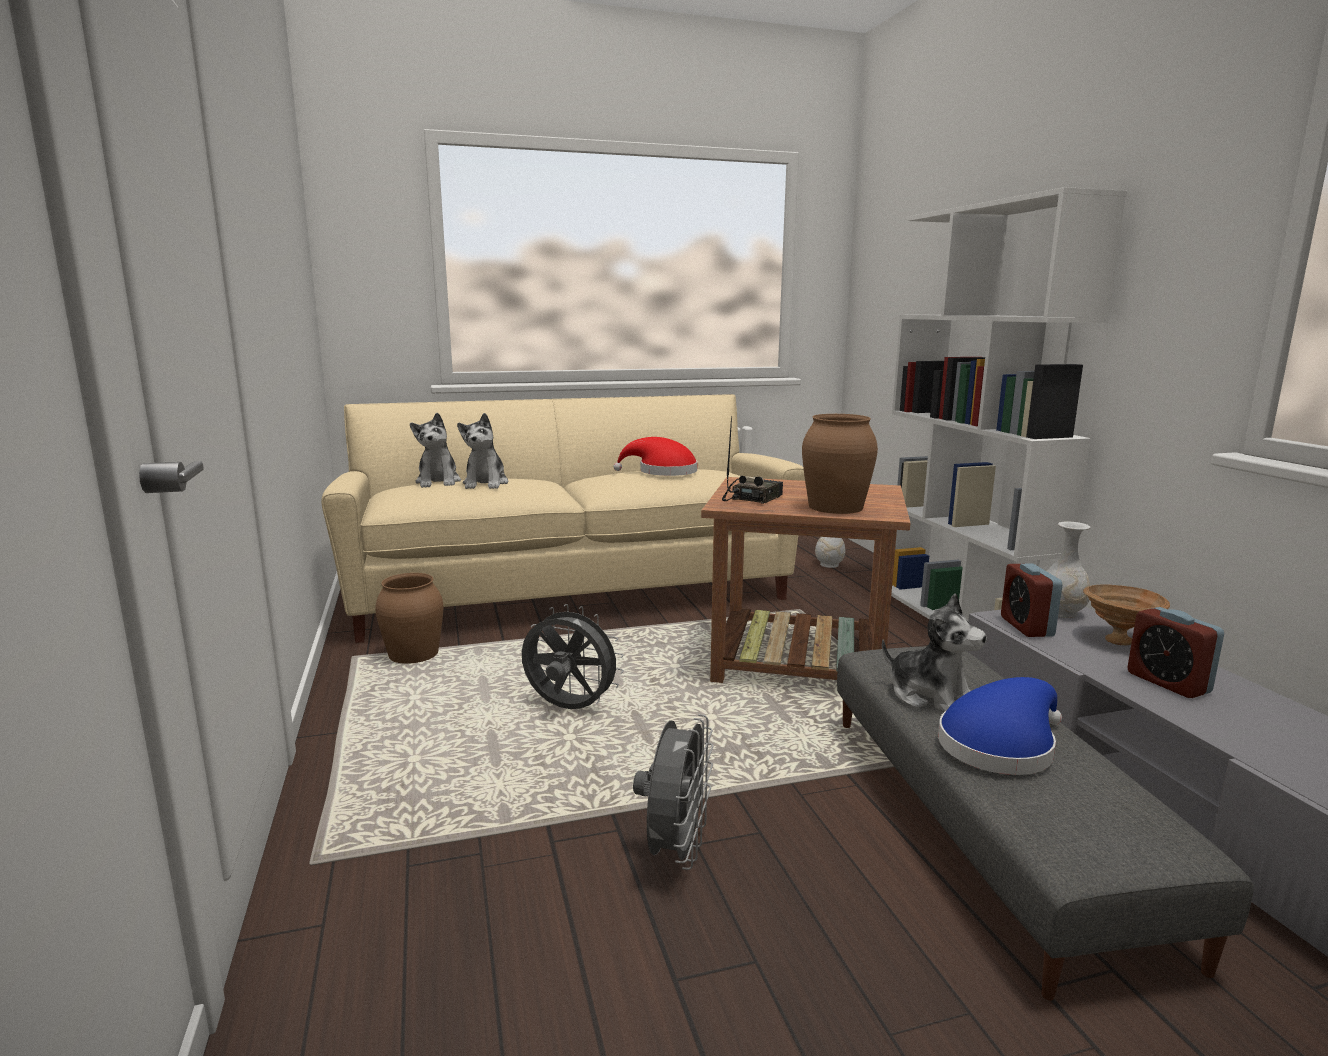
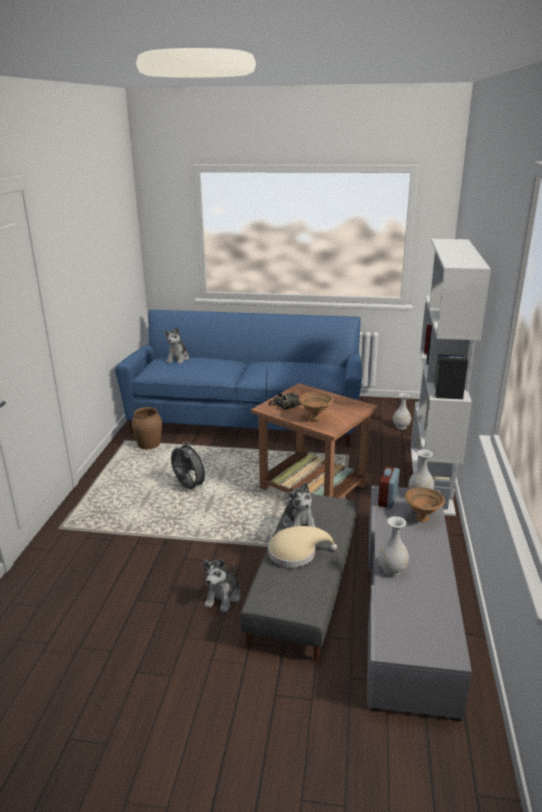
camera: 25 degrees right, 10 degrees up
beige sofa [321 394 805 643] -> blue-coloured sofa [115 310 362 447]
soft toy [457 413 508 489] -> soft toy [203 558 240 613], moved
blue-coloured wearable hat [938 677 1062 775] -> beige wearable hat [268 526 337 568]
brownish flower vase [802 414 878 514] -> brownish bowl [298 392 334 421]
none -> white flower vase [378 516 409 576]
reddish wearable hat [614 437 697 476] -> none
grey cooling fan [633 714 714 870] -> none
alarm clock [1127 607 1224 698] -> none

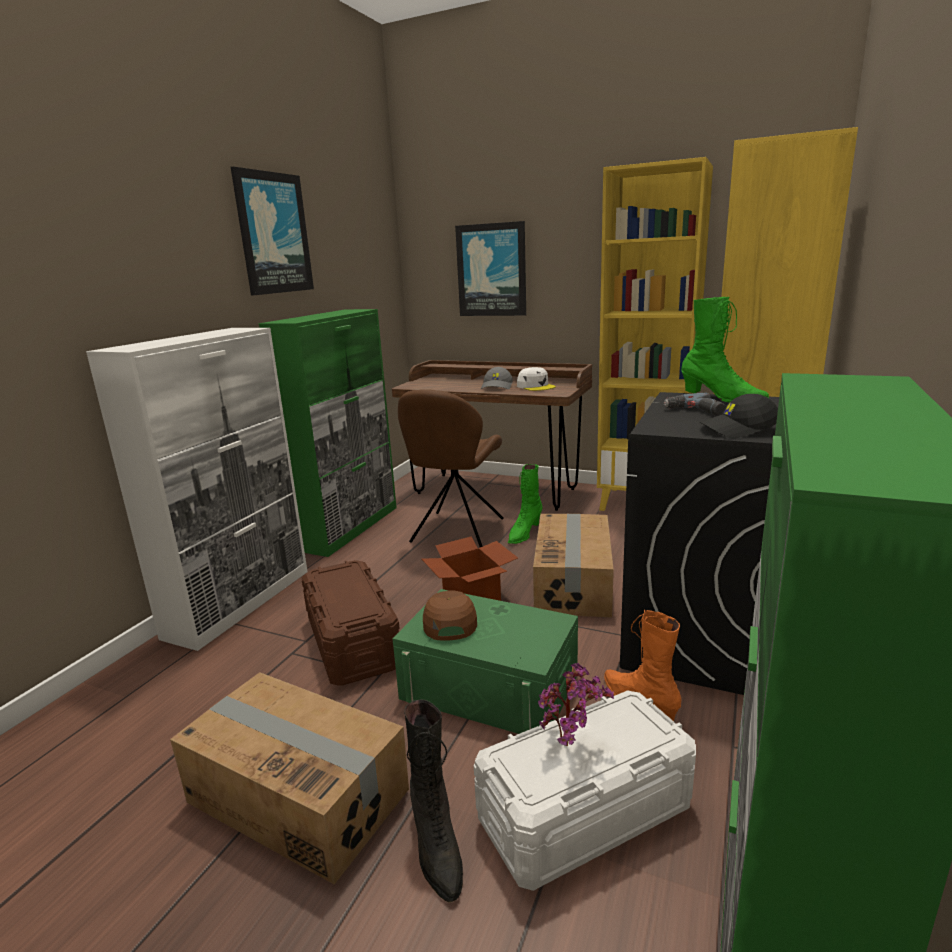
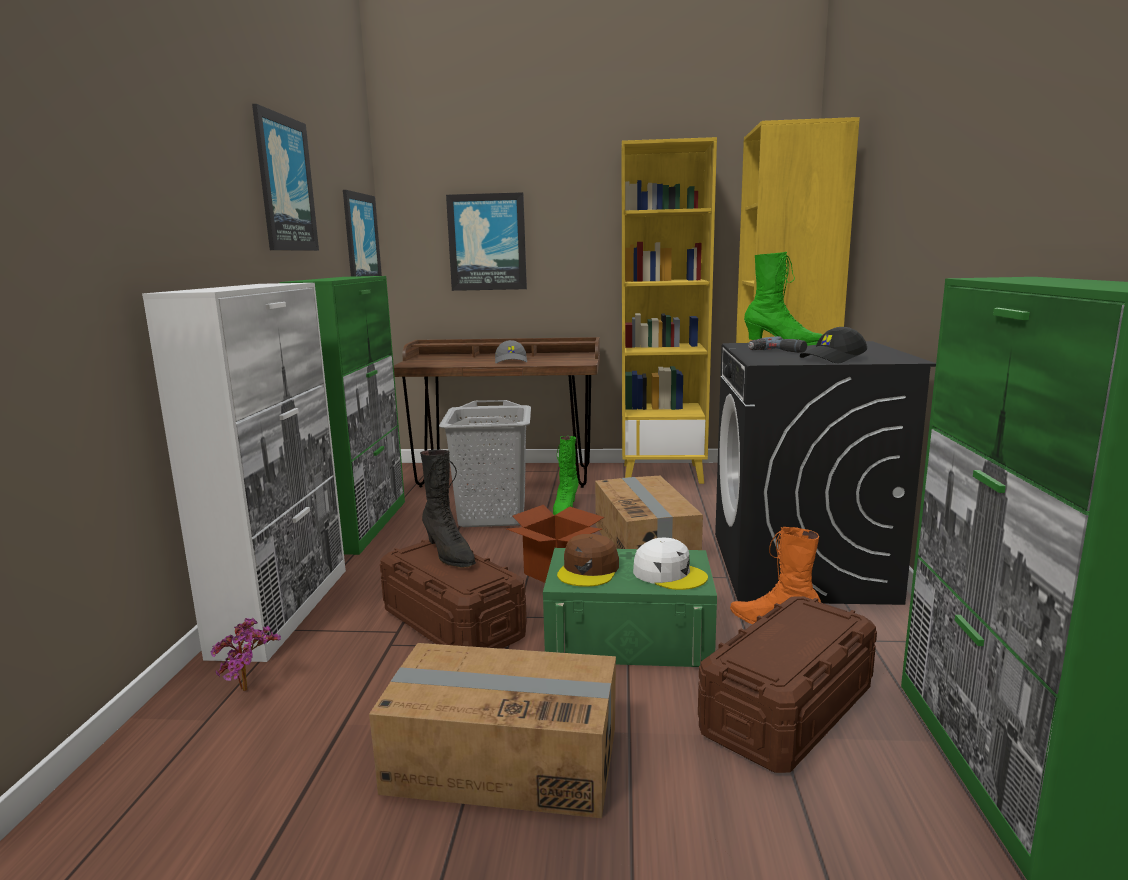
camera: 20 degrees left, 5 degrees down
houseplant [538 663 614 746] -> houseplant [211 618 281 691], moved
none -> wall picture [343 190 382 277]
black-coloured boot [404 700 463 903] -> black-coloured boot [420 450 476 568], moved
brownish chair [398 389 504 547] -> grey hamper [439 400 531 527]
brownish peaked cap [423 591 477 641] -> brownish peaked cap [557 534 619 587], 135 degrees counterclockwise
white peaked cap [517 367 556 391] -> white peaked cap [633 538 708 590], moved
white storage box [474 691 696 891] -> brownish storage box [698 596 877 773]

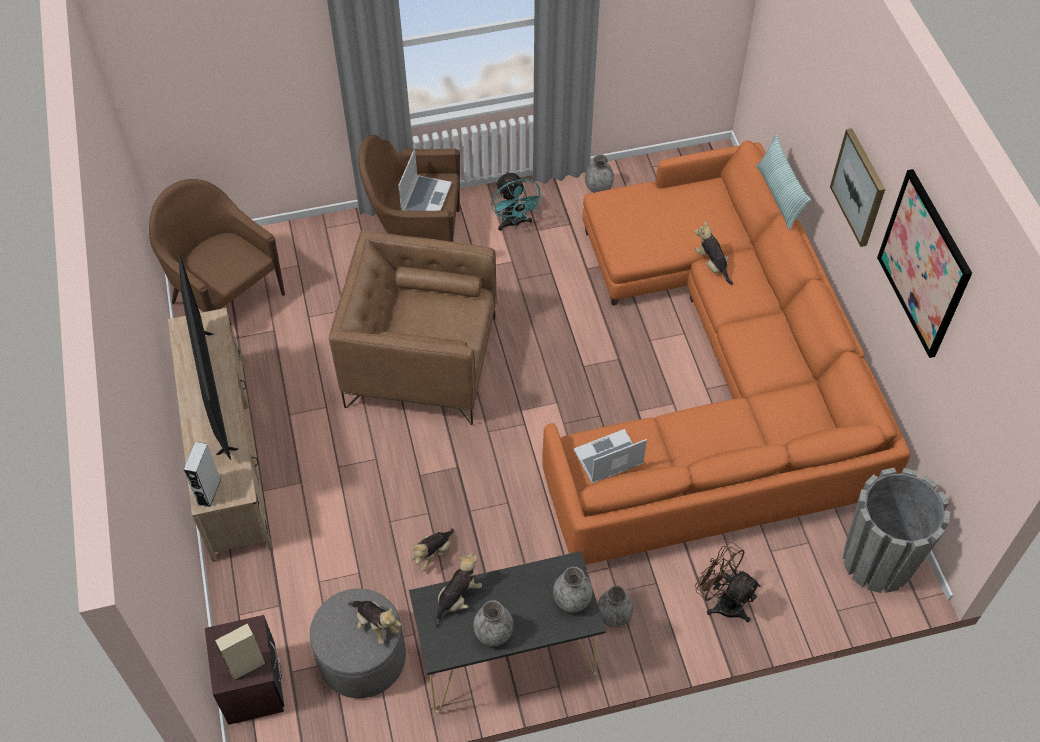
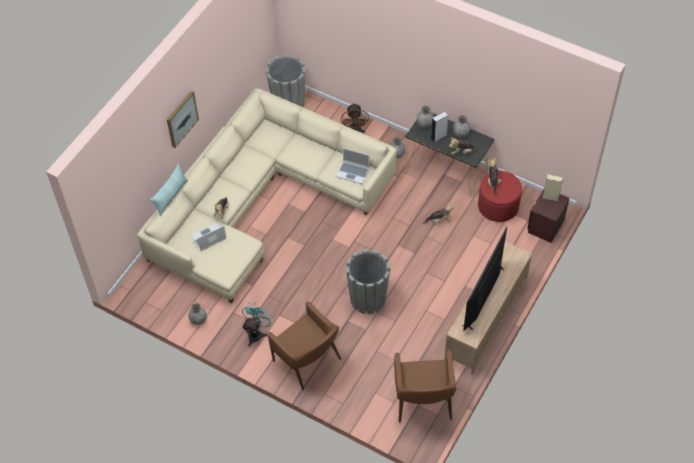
camera: 135 degrees left, 0 degrees up
orange sofa [542 140 910 565] -> beige sofa [137 88 397 303]
portable computer [398 149 452 211] -> portable computer [191 223 227 251], moved
brownish lounge chair [329 231 497 425] -> grey plant pot [346 249 390 314]
grey audio speaker [183 442 221 507] -> grey audio speaker [431 112 448 143], moved
grey footrest [310 588 406 698] -> reddish footrest [478 171 522 222]
wall picture [877 169 972 358] -> none

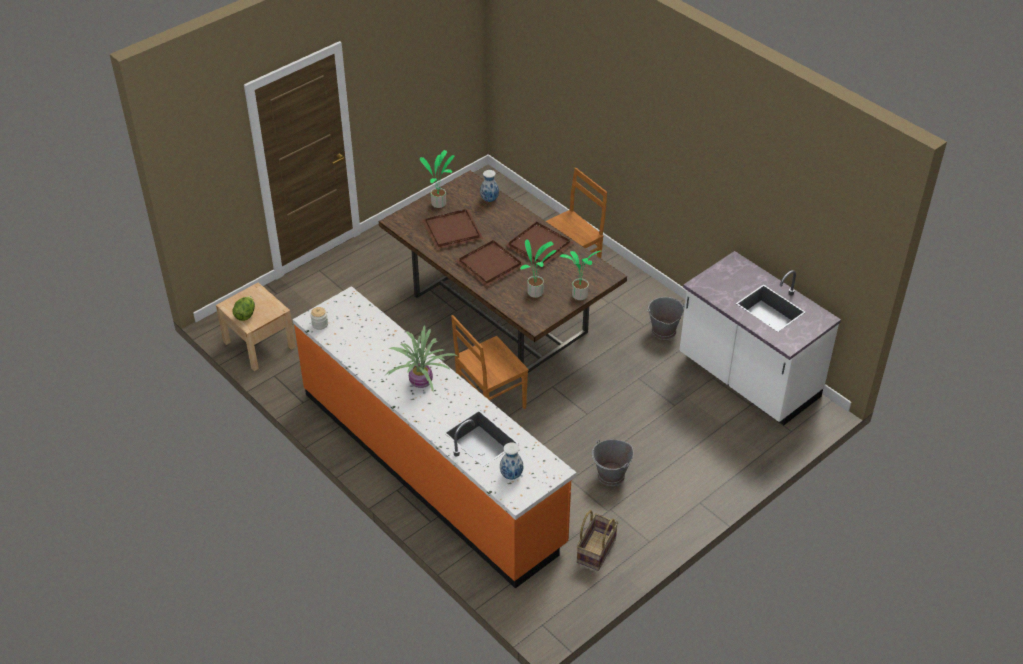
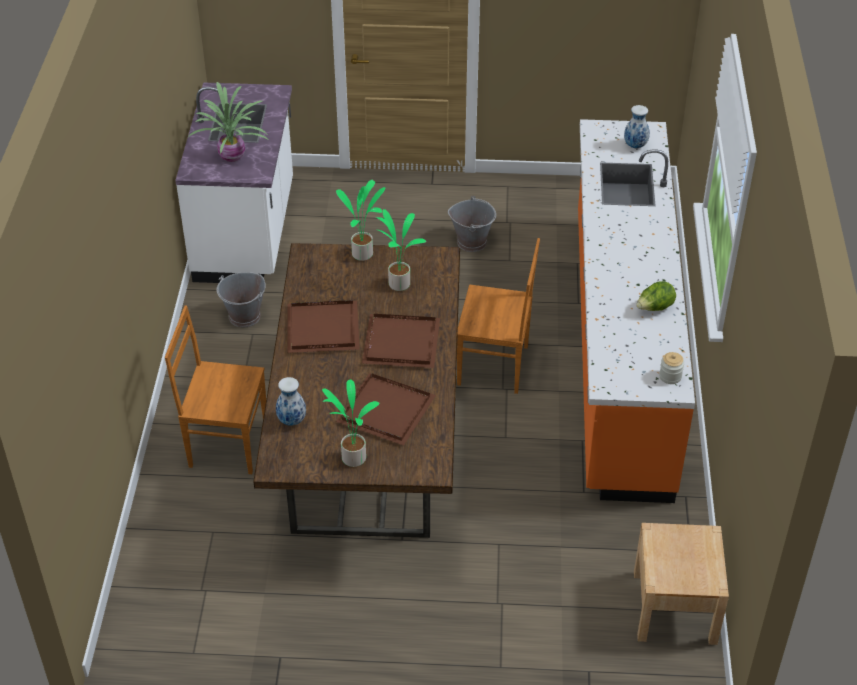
camera: 135 degrees left, 0 degrees up
houseplant [385 325 457 393] -> houseplant [188 82 267 162], moved
lettuce [232 296 255 321] -> lettuce [636 281 676 311], moved
household basket [577 510 618 571] -> none

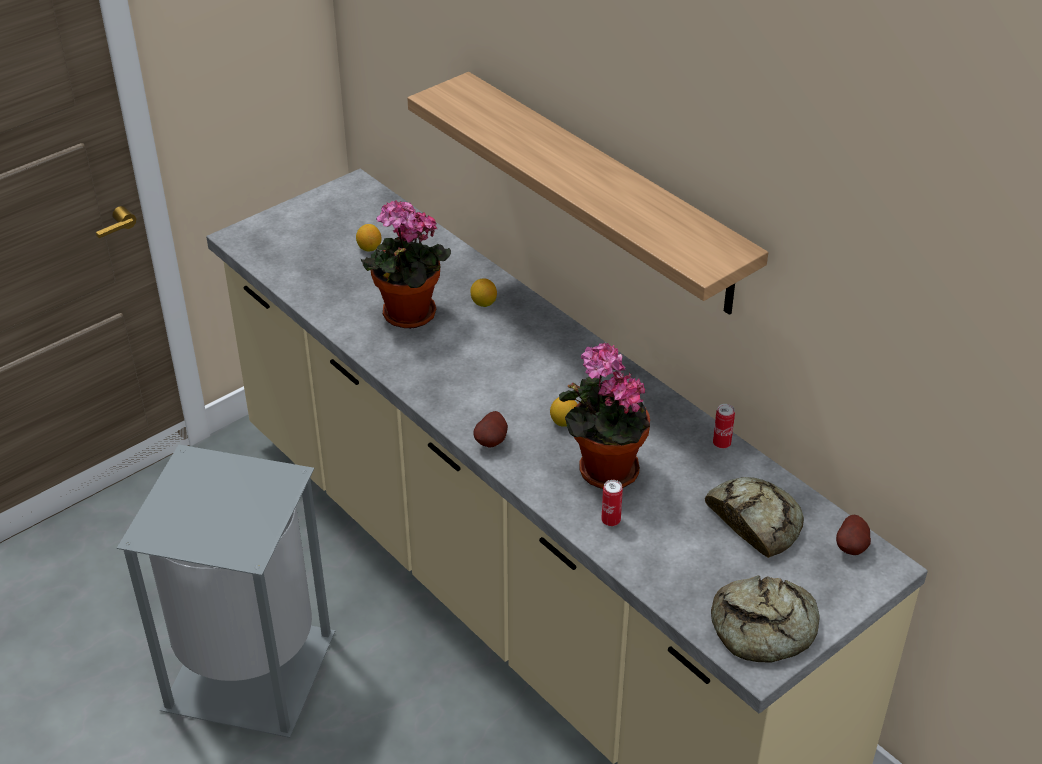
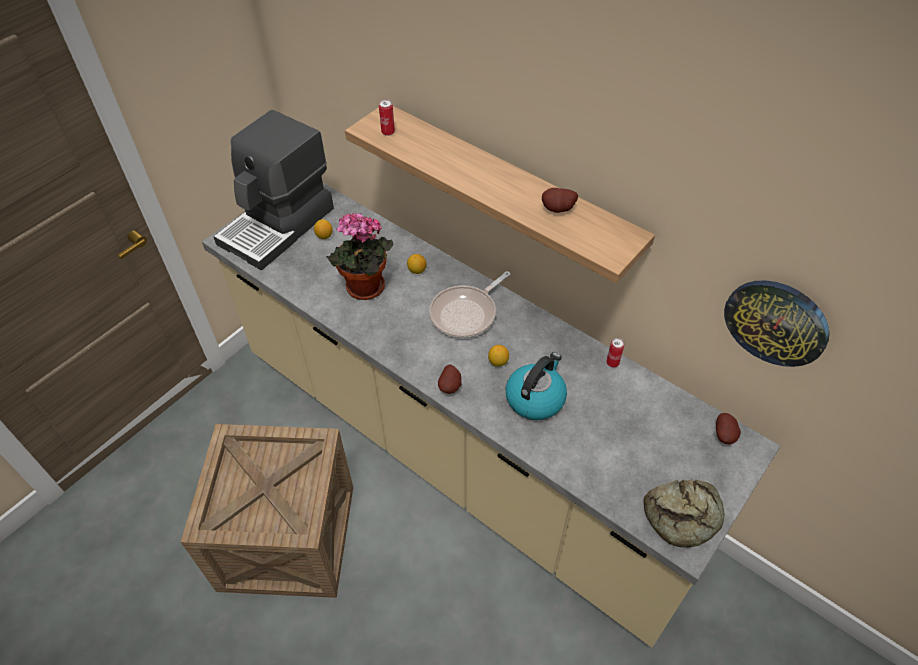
camera: 10 degrees left, 10 degrees up
grey rubbish bin [117 445 335 738] -> shipping crate [181 424 353 598]
none -> coffee brewer [213 110 334 270]
metal can [601 480 623 526] -> metal can [379 99 395 136], moved
none -> pan [429 271 511 338]
houseplant [559 343 650 489] -> tea kettle [506 352 567 420]
none -> potato [542 188 578 213]
none -> wall clock [724 280 830 367]
baked bread [705 477 804 558] -> none

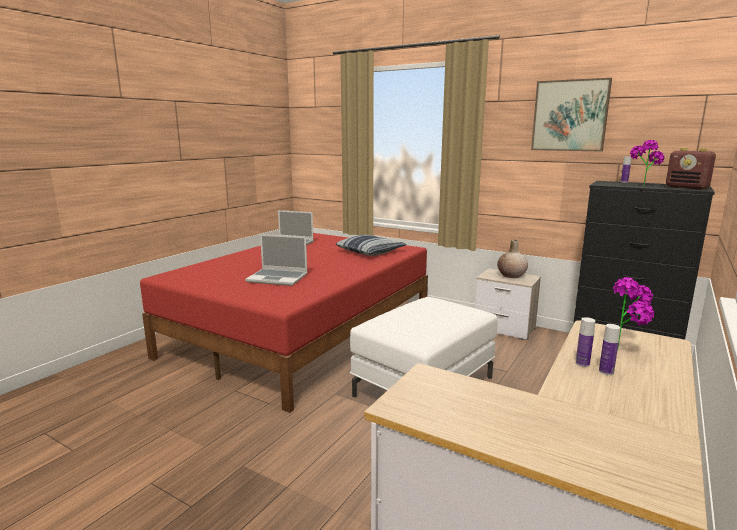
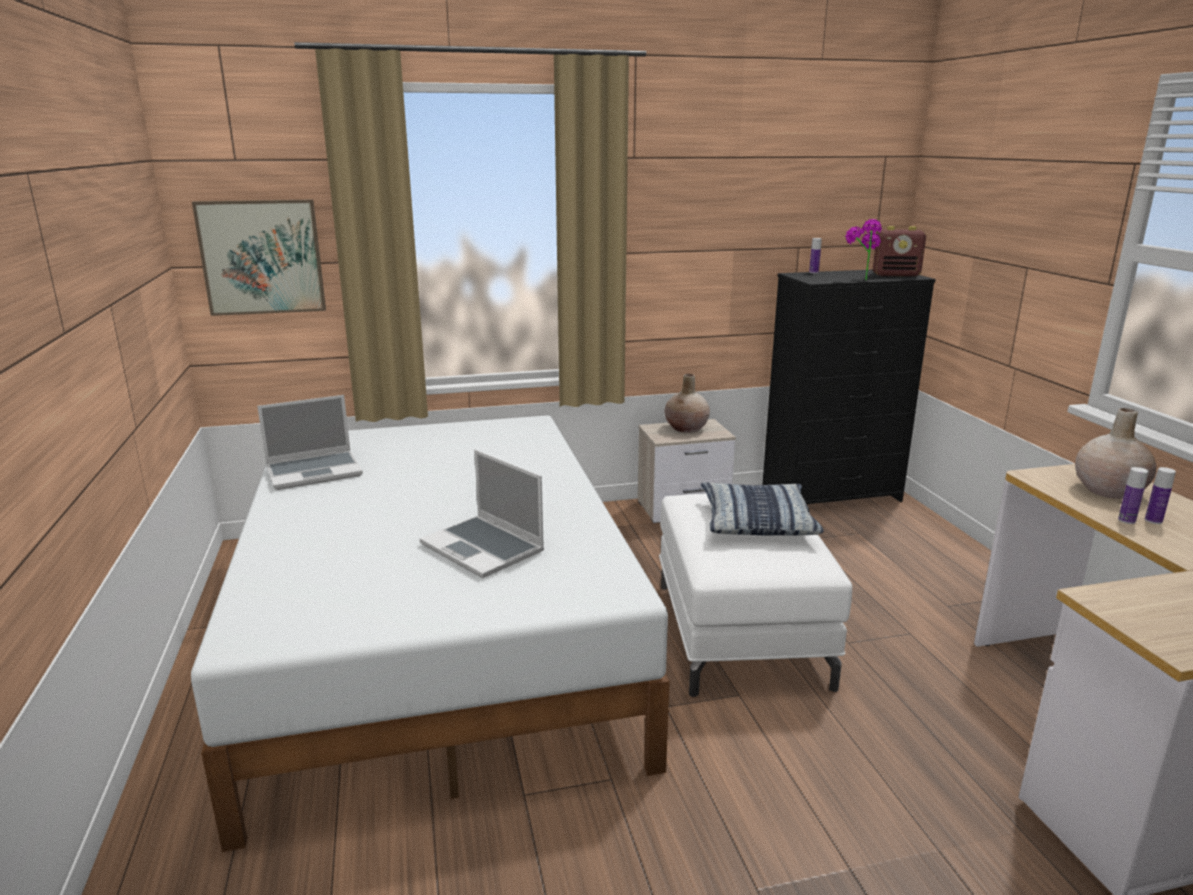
camera: 45 degrees left, 5 degrees up
reddish bedroom bed [140 233 428 413] -> white bedroom bed [191 415 670 852]
wall picture [531 78 612 152] -> wall picture [192 200 326 316], moved
portable computer [245 234 308 286] -> portable computer [419 450 544 578], 75 degrees clockwise
throw pillow [336 235 407 256] -> throw pillow [701 482 824 536], moved
houseplant [613 277 655 347] -> beige flower vase [1075 408 1156 499]

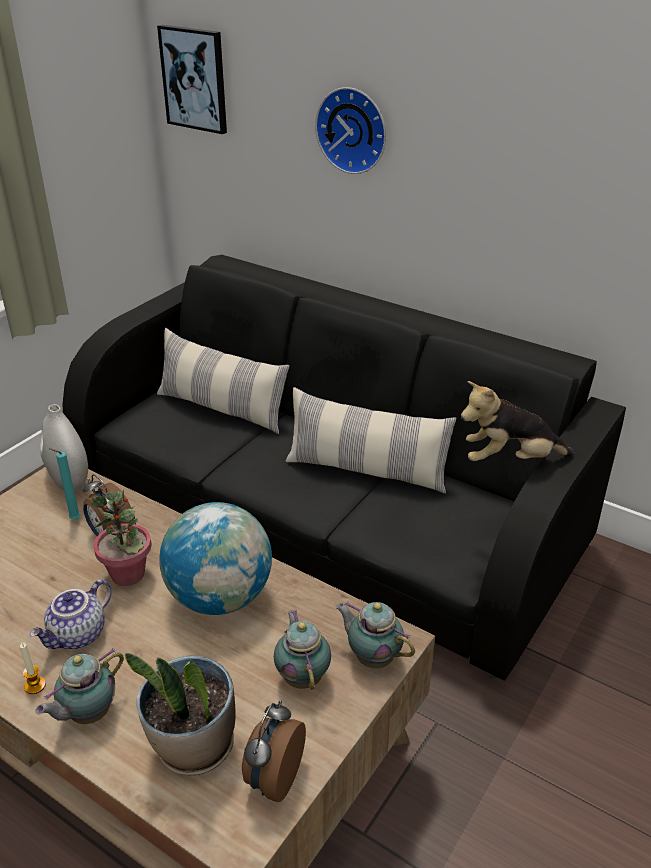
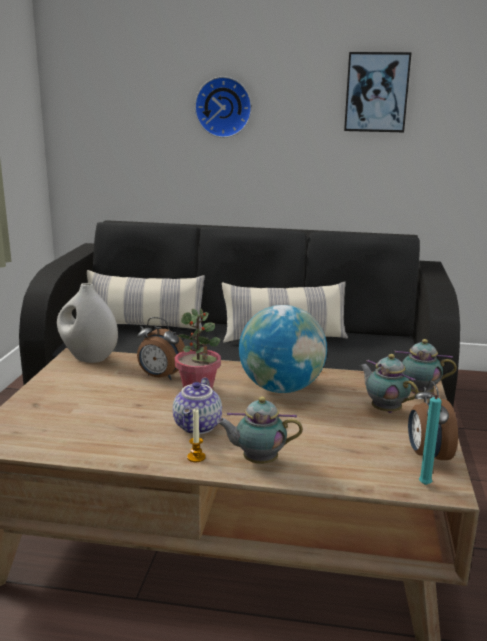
camera: 25 degrees left, 15 degrees down
pot for tea [35 648 124 724] -> pot for tea [217 397 303 464], 75 degrees clockwise
wall picture [157 25 227 134] -> wall picture [344 52 412 132], moved
turquoise wax light [49 448 80 520] -> turquoise wax light [419 393 442 485], moved
houseplant [125 653 236 775] -> none
soft toy [461 381 574 461] -> none

